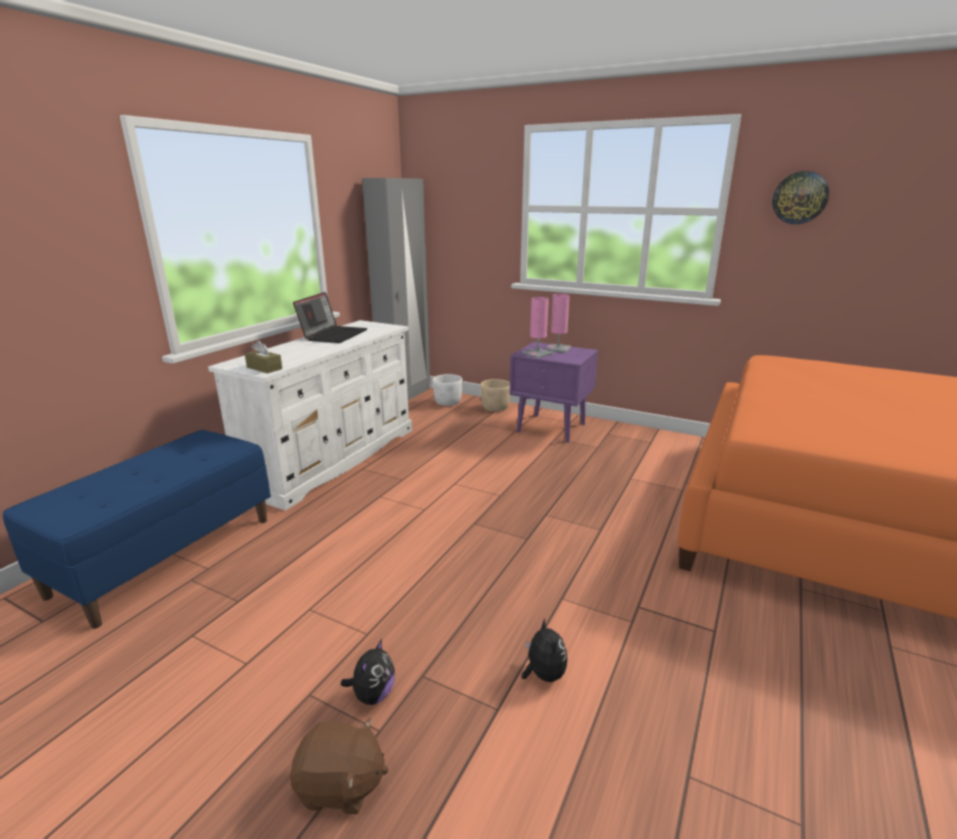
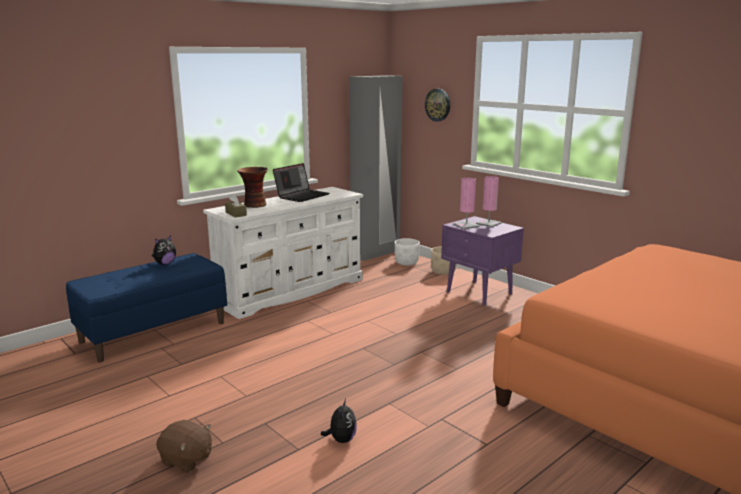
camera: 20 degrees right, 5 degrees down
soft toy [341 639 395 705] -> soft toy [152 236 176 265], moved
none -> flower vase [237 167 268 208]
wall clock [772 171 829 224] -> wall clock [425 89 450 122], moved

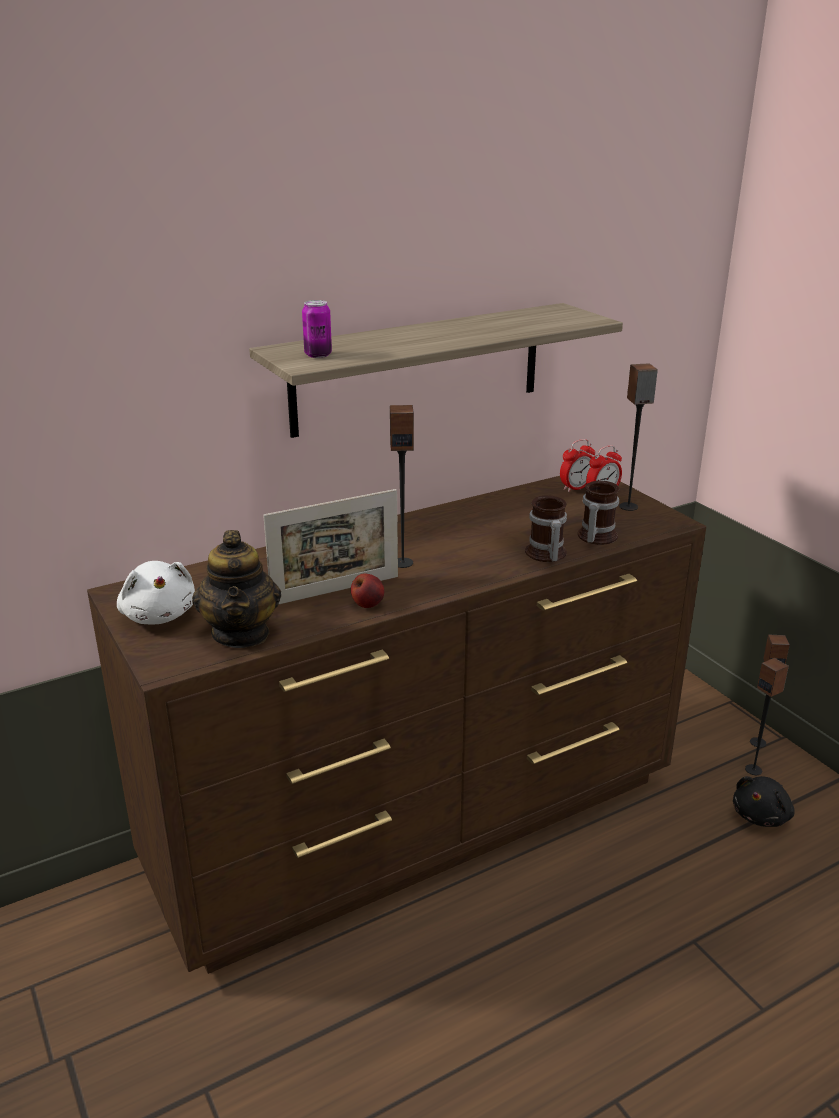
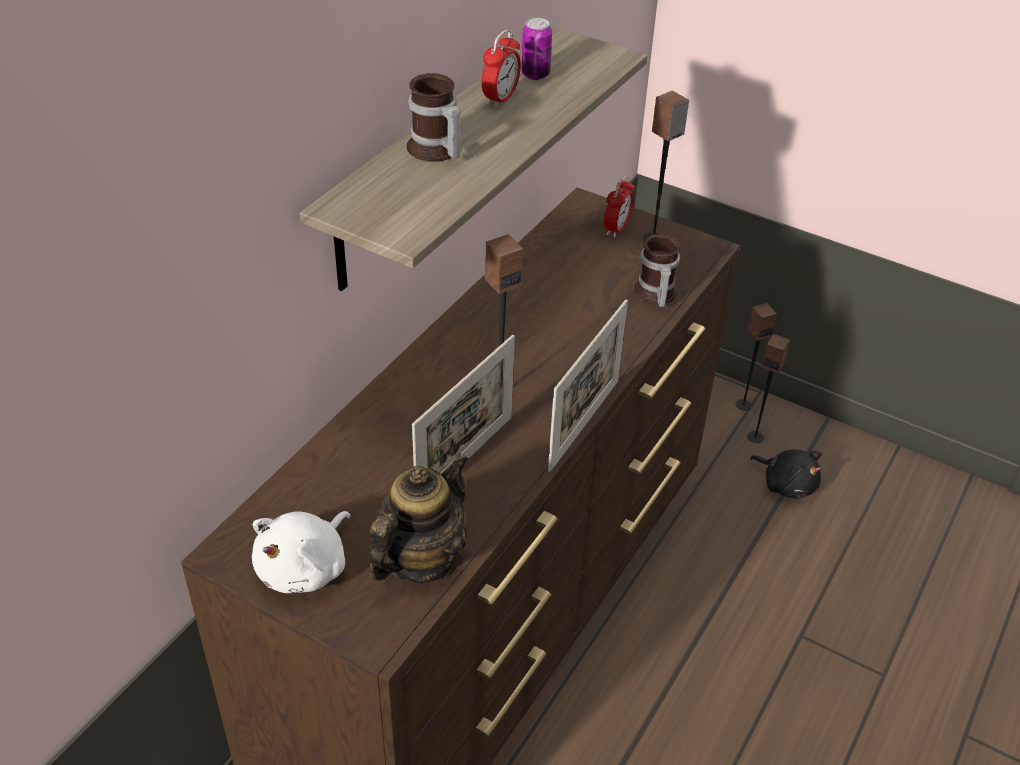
camera: 30 degrees left, 15 degrees up
white soft toy [117 561 195 624] -> white soft toy [252 511 350 593], 90 degrees clockwise
pot for tea [192 530 281 648] -> pot for tea [368 453 469 584], 105 degrees counterclockwise
mug [525 496 567 562] -> mug [407 73 461 162], moved
alarm clock [560 439 595 492] -> alarm clock [481 30 521 108], moved
metal can [302 300 332 358] -> metal can [521 18 552 80], moved
none -> photo frame [548 300 628 472]
black-coloured soft toy [733 776 795 827] -> black-coloured soft toy [750 449 822 499], 60 degrees counterclockwise
whole apple [351 573 384 608] -> none

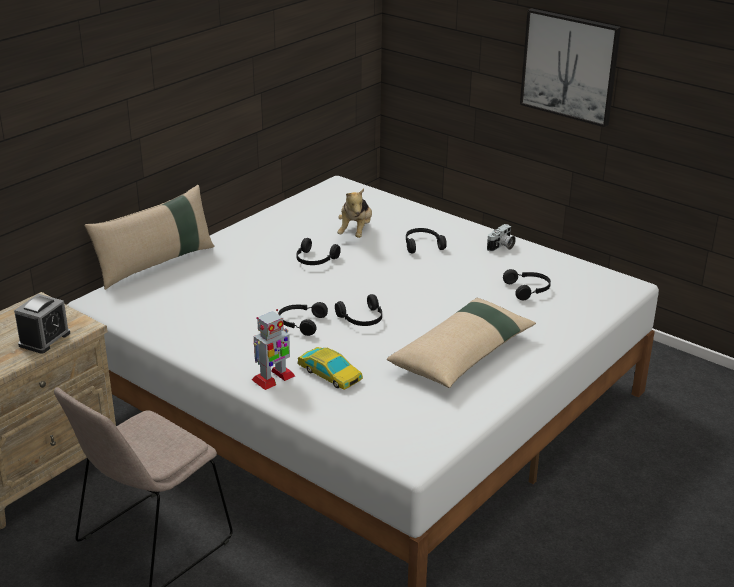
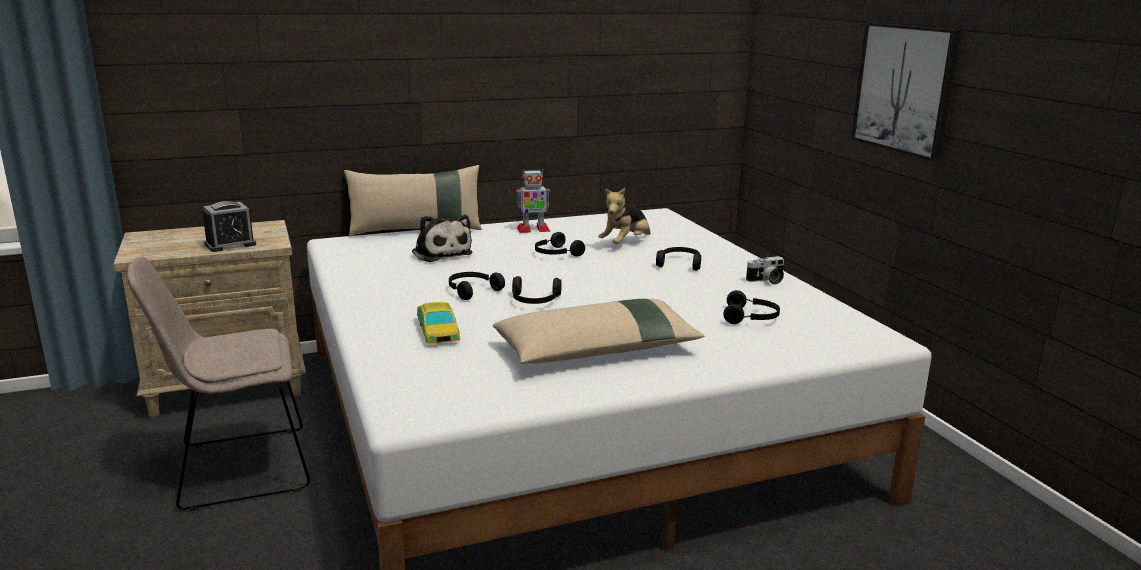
camera: 30 degrees right, 10 degrees down
none -> soft toy [412 215 473 262]
model robot [252 309 295 390] -> model robot [516 169 550 233], moved

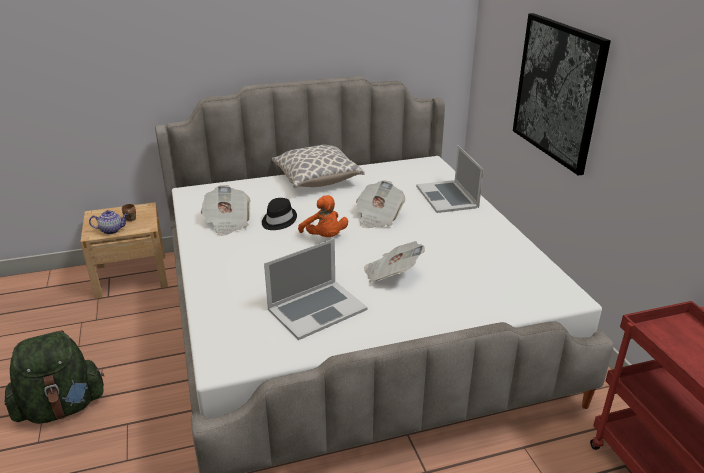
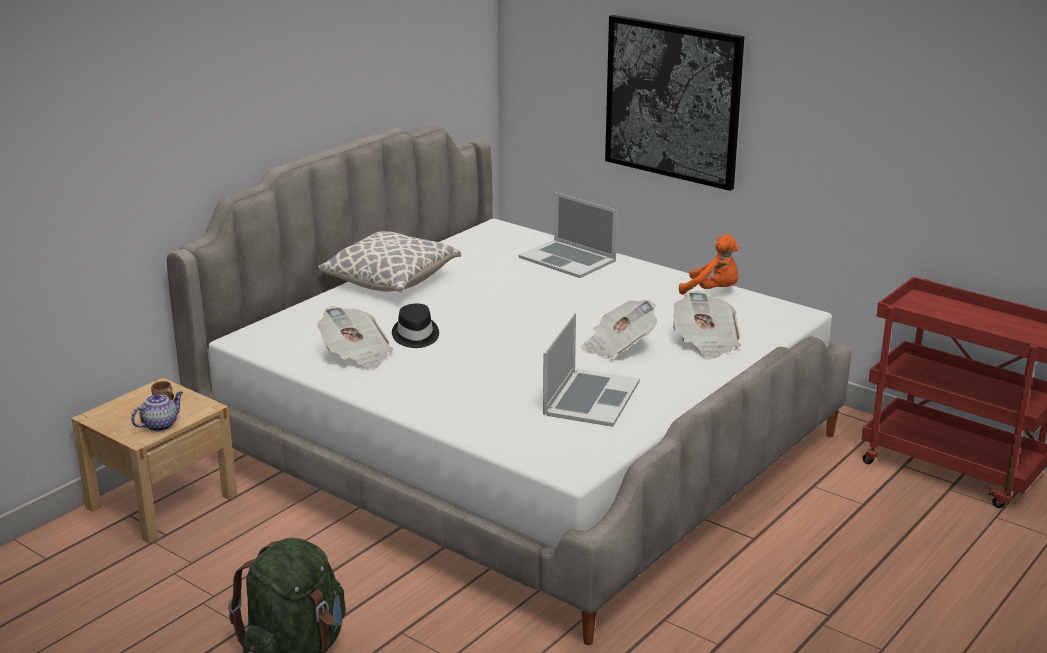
camera: 35 degrees left, 5 degrees down
newspaper [356 180 405 228] -> newspaper [673 291 741 360], moved
orange soft toy [298 195 348 237] -> orange soft toy [679 235 739 295], moved

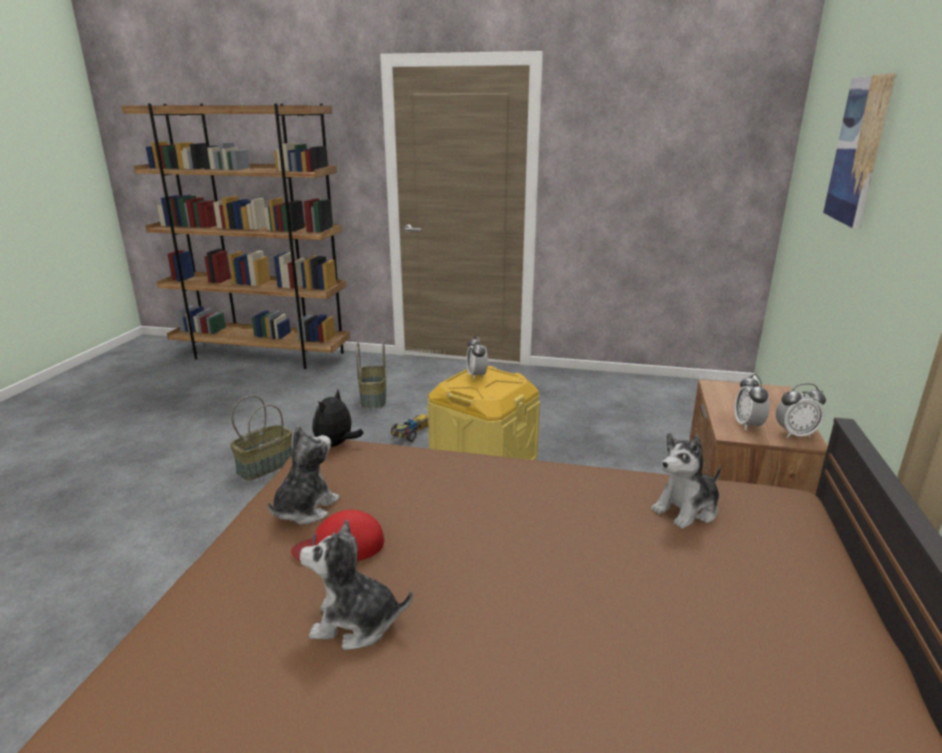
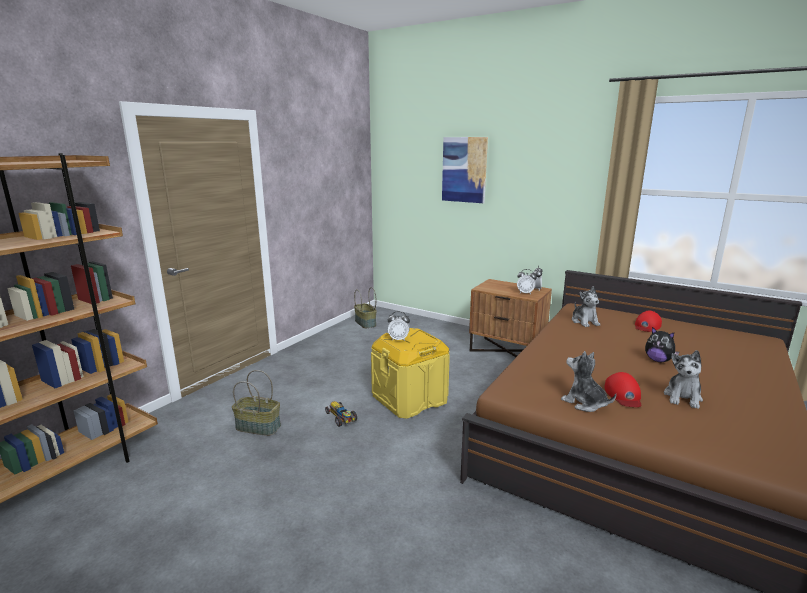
camera: 70 degrees left, 5 degrees down
household basket [230 395 292 480] -> household basket [354 287 377 328], moved
none -> reddish peaked cap [635 311 662 332]
soft toy [312 389 364 447] -> soft toy [645 327 680 362], moved

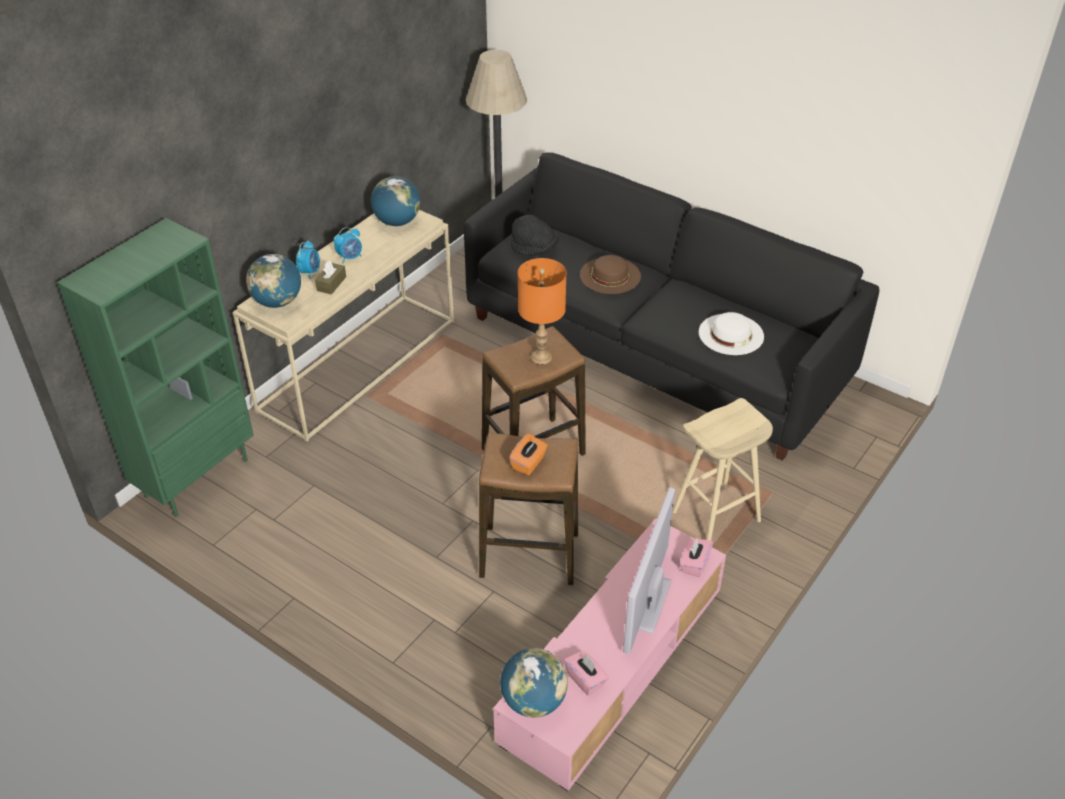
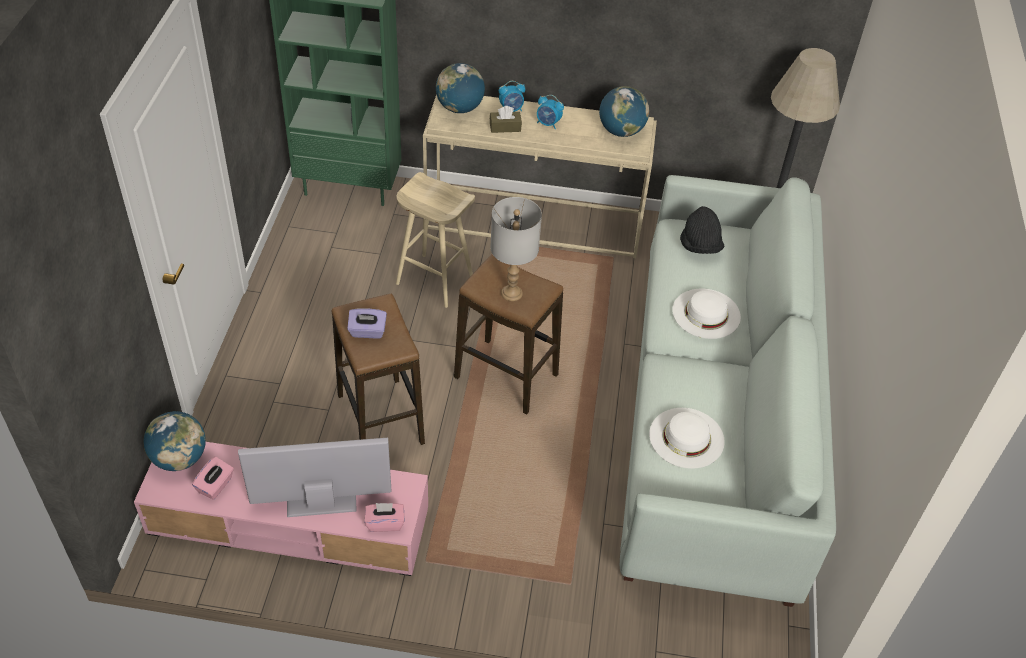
camera: 60 degrees right, 5 degrees up
orange box of tissues [509 434 548 475] -> purplish box of tissues [347 308 387 339]
beige sitting stool [673 398 773 540] -> beige sitting stool [396 172 475 308], moved
orange lamp for a table [518 258 566 365] -> grey lamp for a table [490 197 542 301]
black-coloured sofa [464 152 879 461] -> white sofa [620 175 836 607]
brownish wearable hat [580 255 641 294] -> white wearable hat [672 289 741 339]

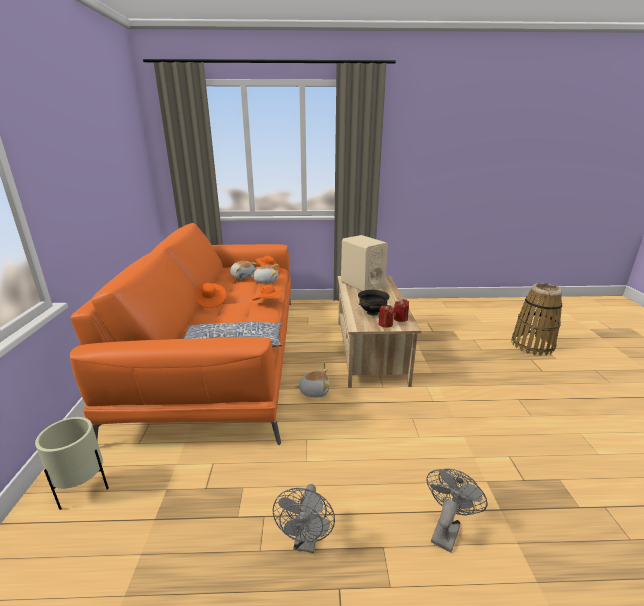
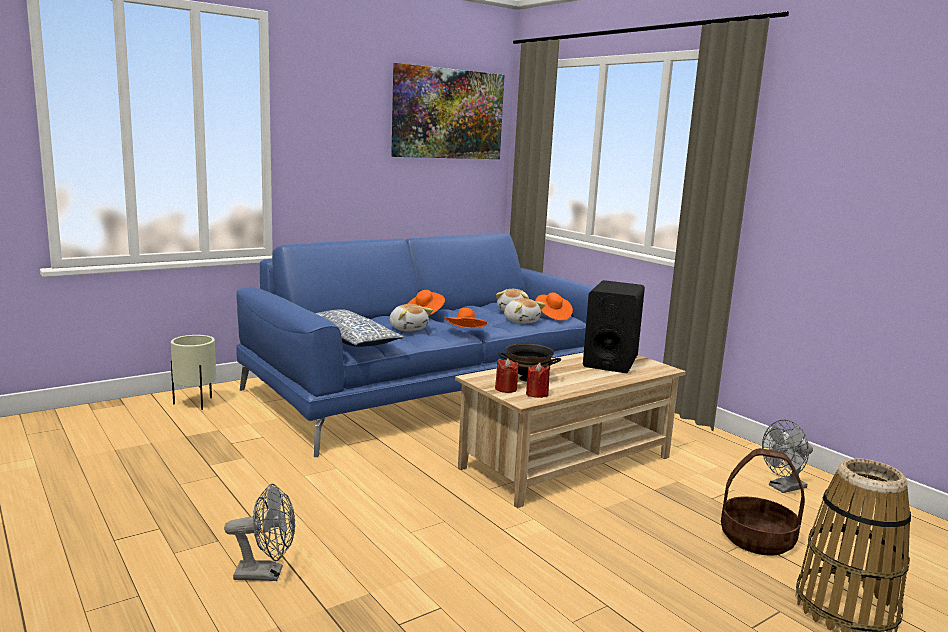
camera: 55 degrees right, 10 degrees down
orange sofa [70 223 291 445] -> blue-coloured sofa [236 233 595 457]
soft toy [295 369 330 397] -> soft toy [390 304 433 331], moved
none -> wall picture [391 63 505 159]
beige audio speaker [341 235 388 291] -> black-coloured audio speaker [583 280 645 373]
none -> household basket [721 448 805 556]
grey cooling fan [272 484 335 553] -> grey cooling fan [762 420 813 493], moved

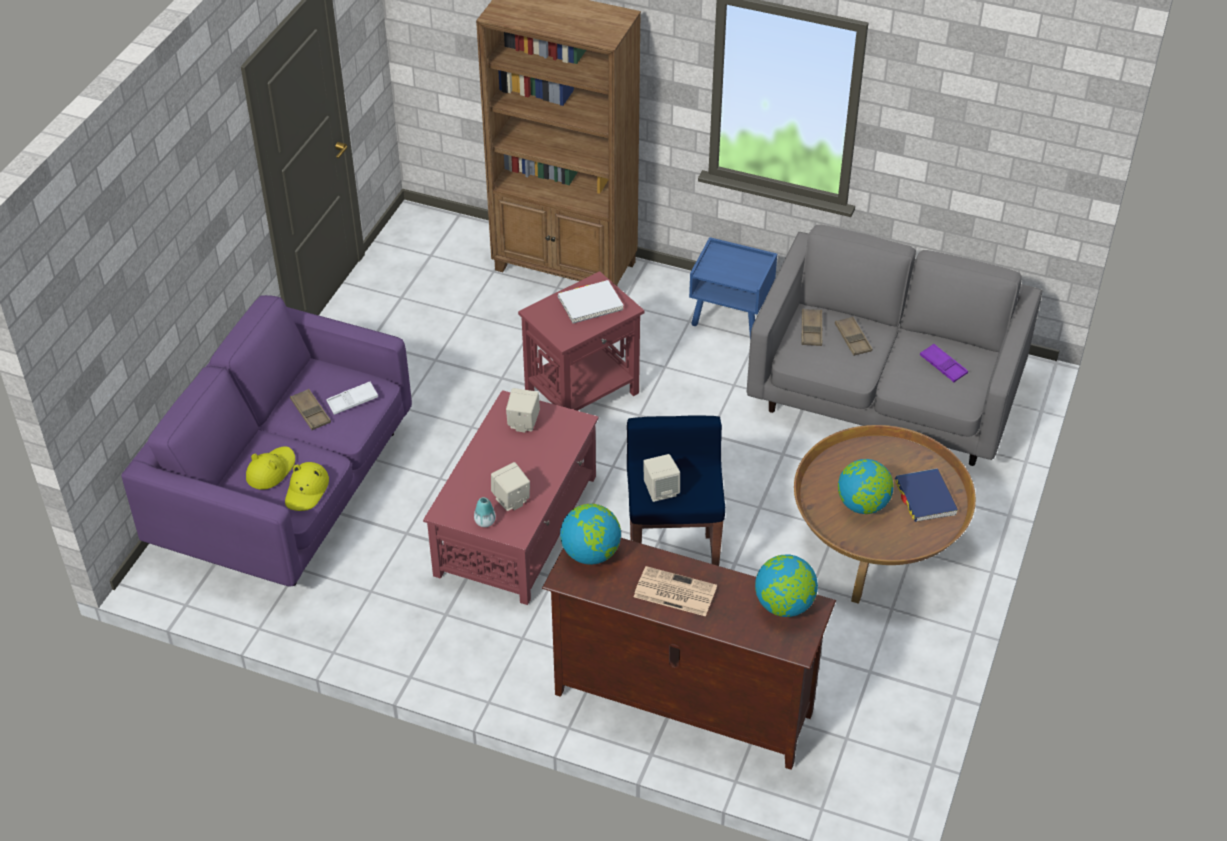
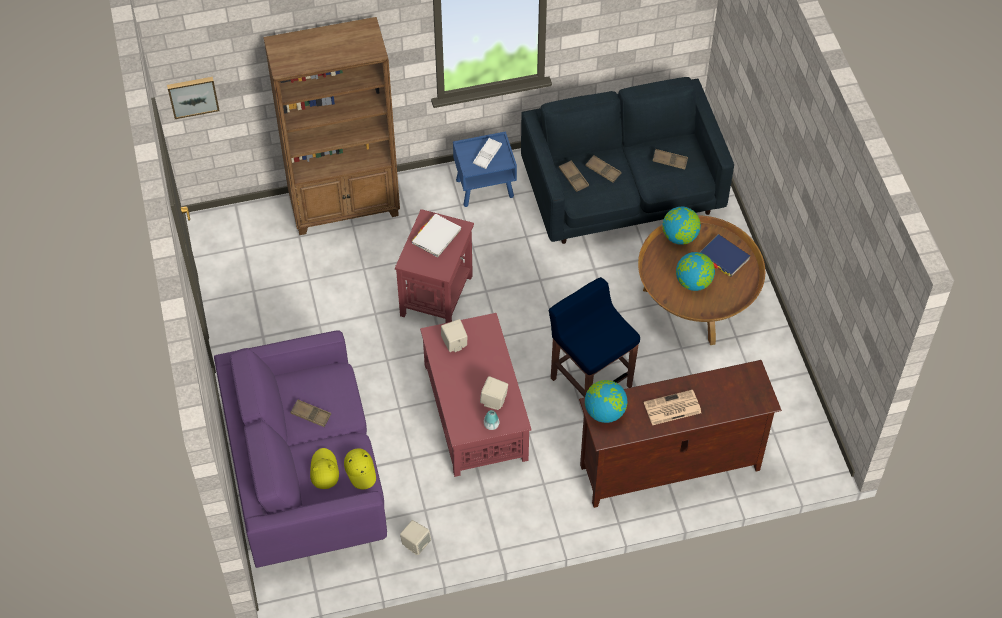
camera: 35 degrees left, 10 degrees up
none -> wall picture [167 77 220 119]
beige audio speaker [643 454 680 502] -> beige audio speaker [400 520 431 555], moved
white serving tray [326 381 378 415] -> white serving tray [473 138 502 169], moved
grey sofa [747 225 1042 466] -> blue-coloured sofa [521 77 734 244]
purplish serving tray [920 344 968 382] -> brownish serving tray [653 149 688 170]
world globe [755 554 818 617] -> world globe [662 207 701 245], moved

